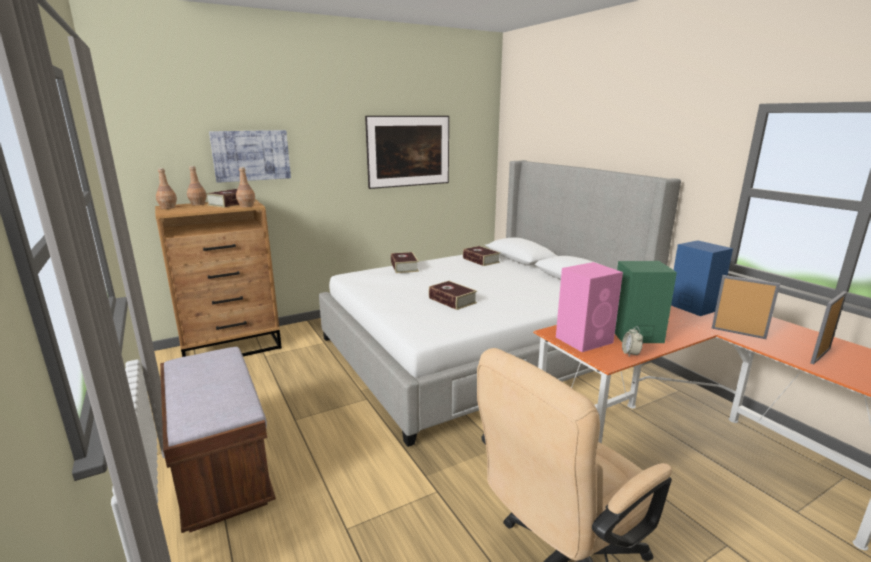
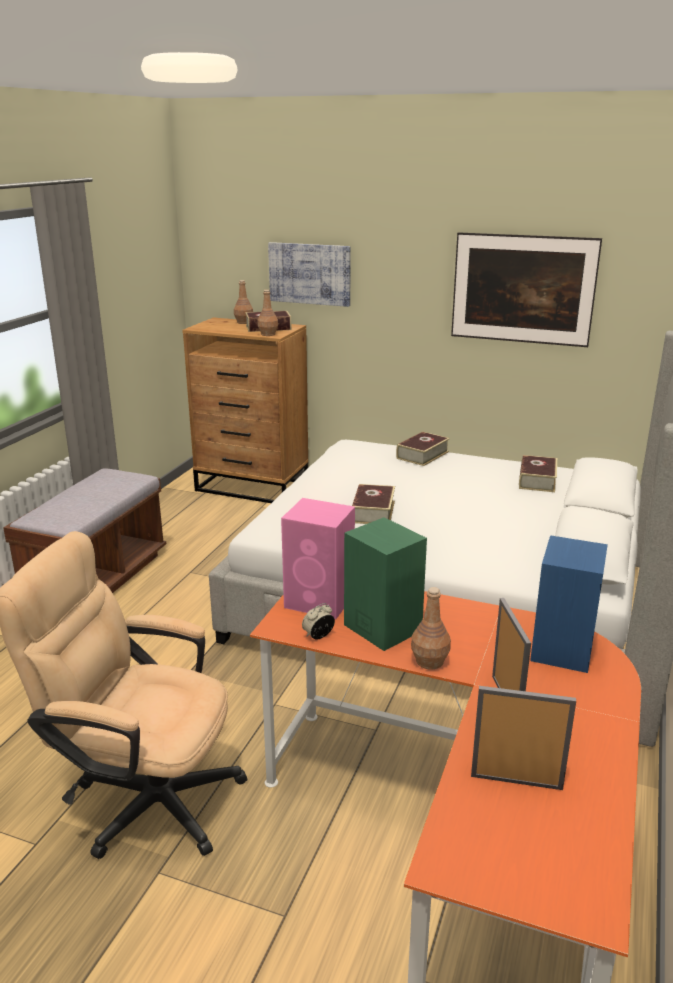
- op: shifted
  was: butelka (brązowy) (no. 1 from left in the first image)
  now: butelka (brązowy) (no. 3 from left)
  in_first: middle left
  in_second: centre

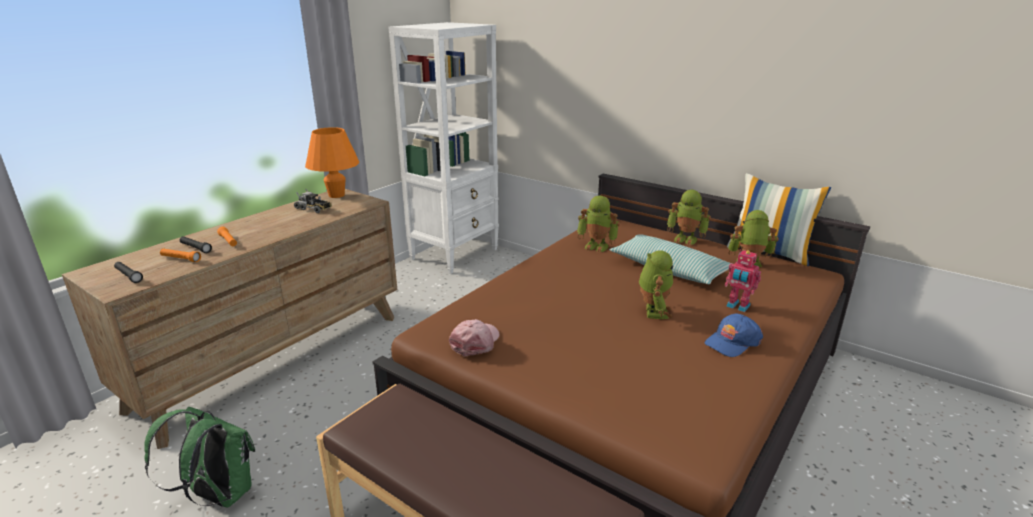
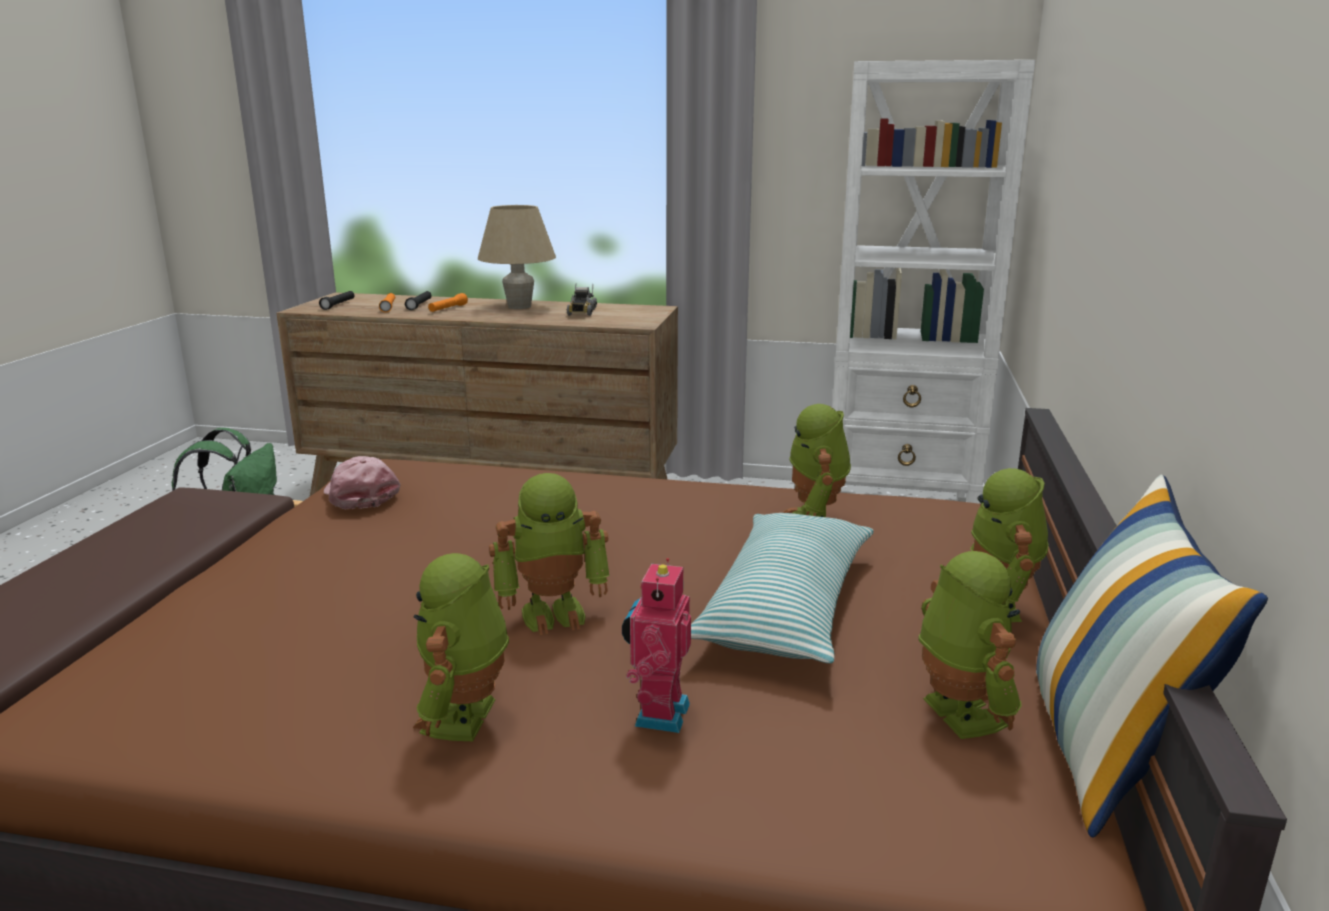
- op: rotated
  was: czapka z daszkiem (różowy)
  in_first: centre
  in_second: middle left
  clockwise: -120
- op: swapped
  was: czapka z daszkiem (niebieski)
  now: robot zabawkowy (no. 1 from left)
  in_first: middle right
  in_second: bottom centre
- op: new
  now: lampa stołowa (beżowy)
  in_second: top centre
- op: gone
  was: lampa stołowa (pomarańczowy)
  in_first: top left

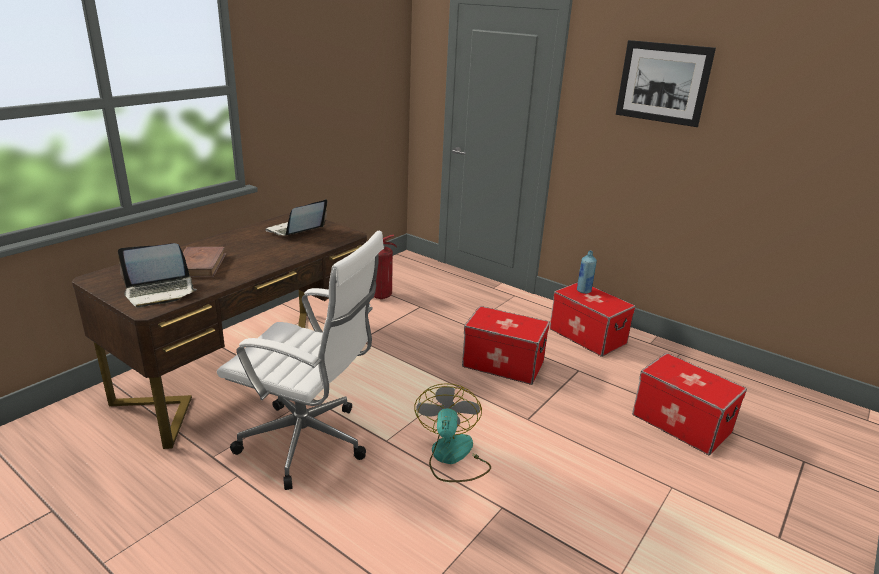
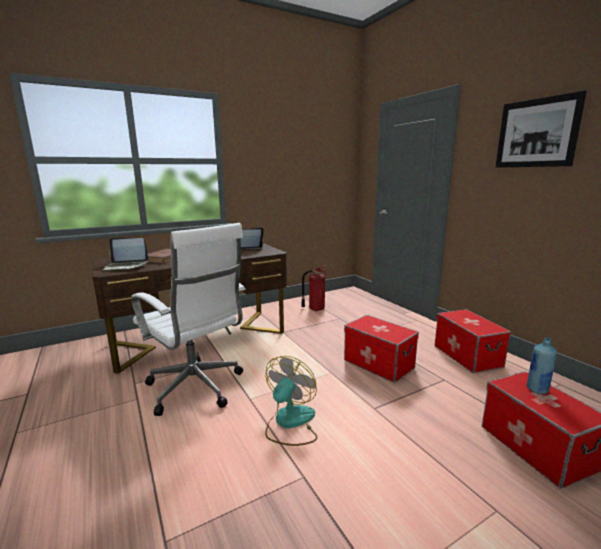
- op: shifted
  was: butelka (niebieski)
  in_first: middle right
  in_second: bottom right

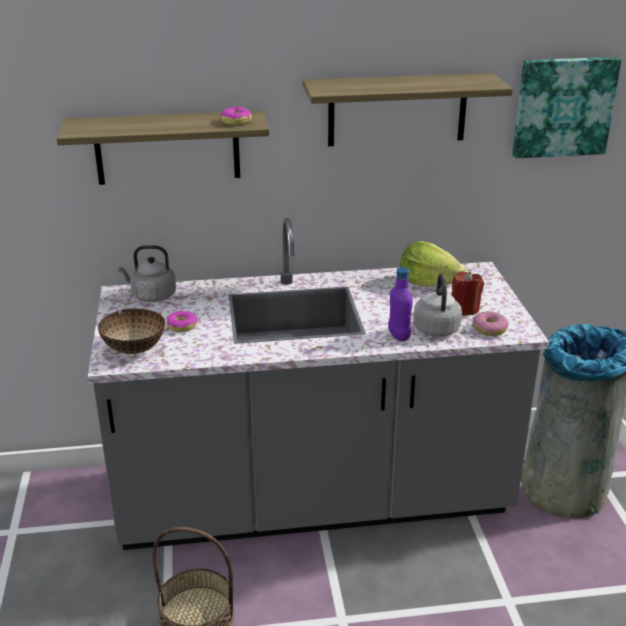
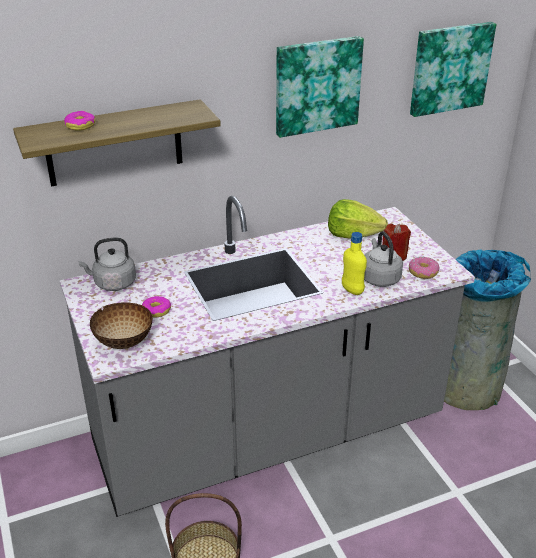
- op: shifted
  was: donut (no. 2 from left in the first image)
  now: donut (no. 1 from left)
  in_first: top centre
  in_second: top left
- op: swapped
  was: półka (no. 2 from left)
  now: obraz (no. 1 from left)
  in_first: top centre
  in_second: top centre
- op: repainted
  was: butelka (fioletowy)
  now: butelka (żółty)
  in_first: centre
  in_second: centre

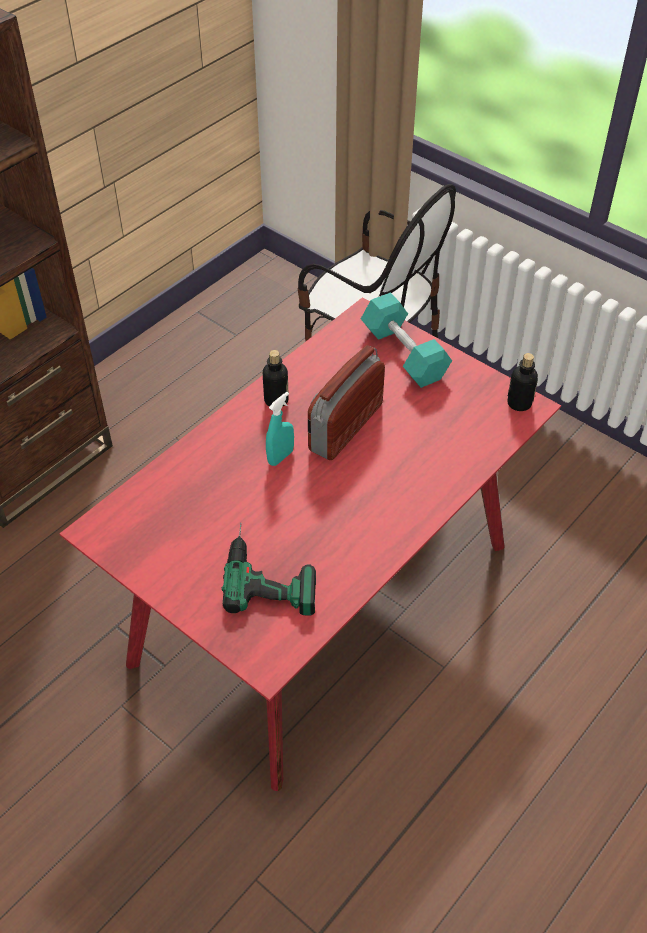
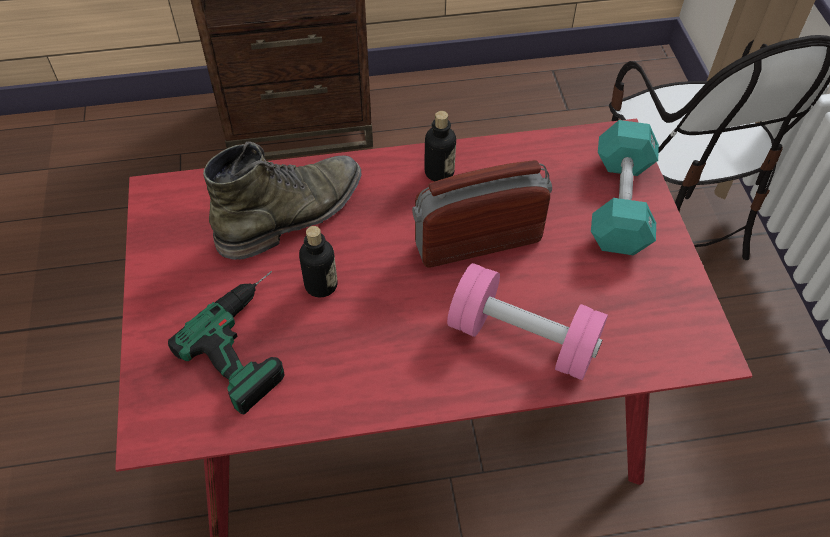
- op: new
  now: but z cholewką (zielony)
  in_second: centre
- op: shifted
  was: butelka (no. 2 from left in the first image)
  now: butelka (no. 1 from left)
  in_first: middle right
  in_second: centre
- op: new
  now: hantel (różowy)
  in_second: centre
- op: gone
  was: spryskiwacz (turkusowy)
  in_first: centre

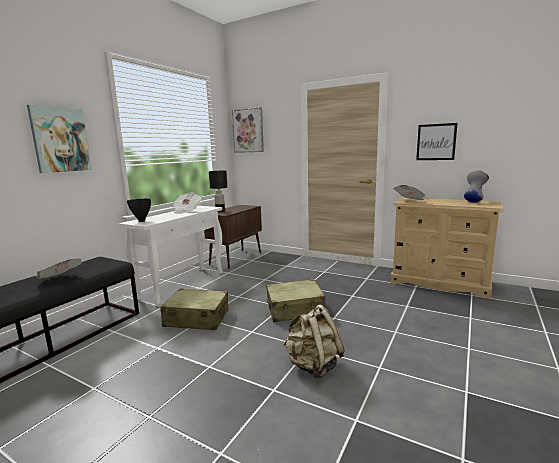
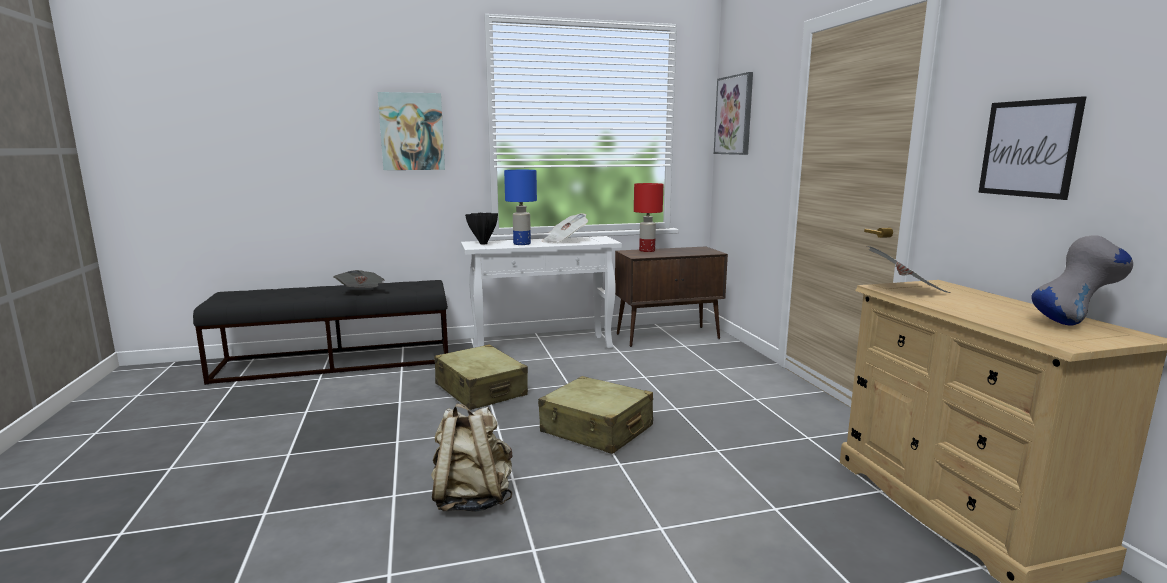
- op: new
  now: lampa stołowa (niebieski)
  in_second: centre
- op: repainted
  was: lampa stołowa (czarny)
  now: lampa stołowa (czerwony)
  in_first: centre
  in_second: centre

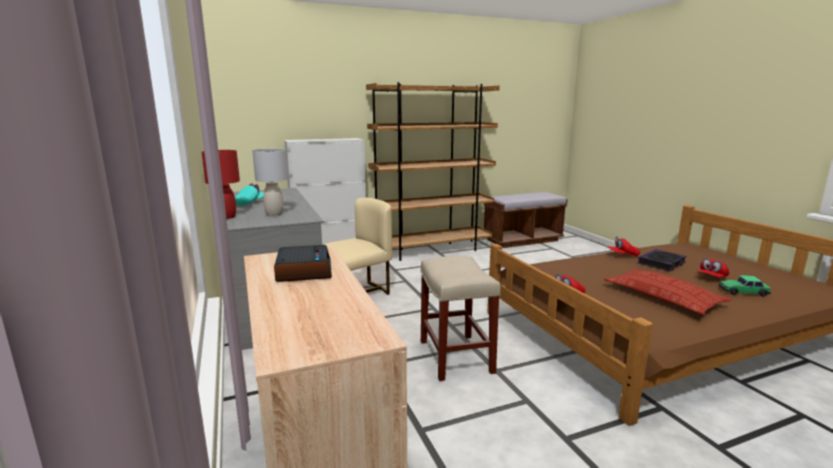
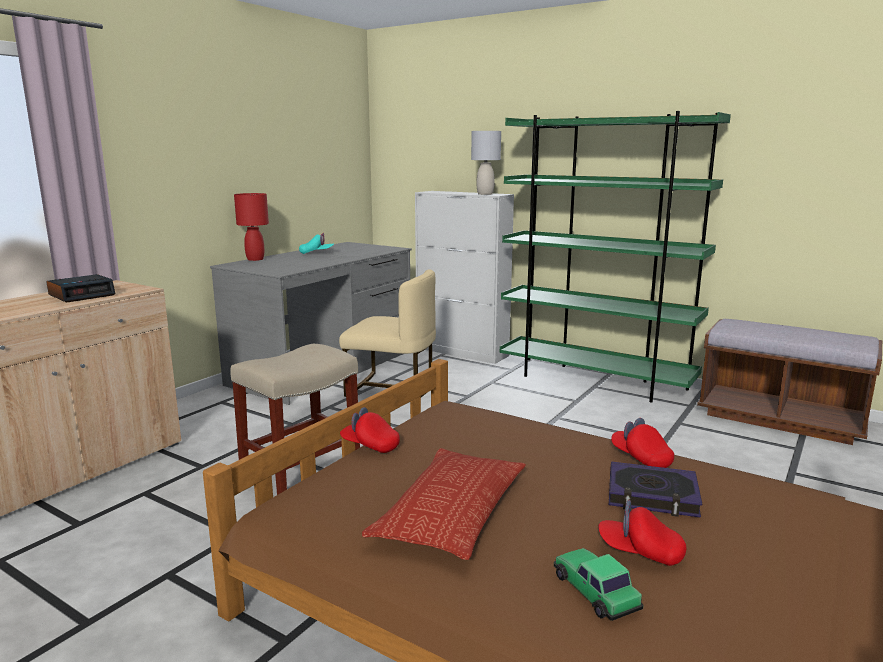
- op: shifted
  was: lampa stołowa (szary)
  in_first: middle left
  in_second: top centre
- op: repainted
  was: regał (brązowy)
  now: regał (zielony)
  in_first: centre
  in_second: middle right

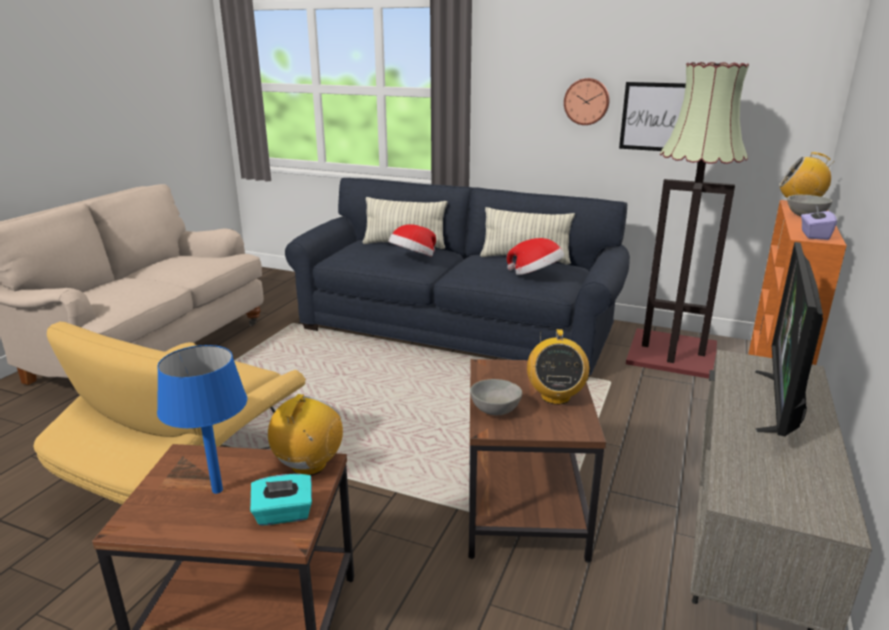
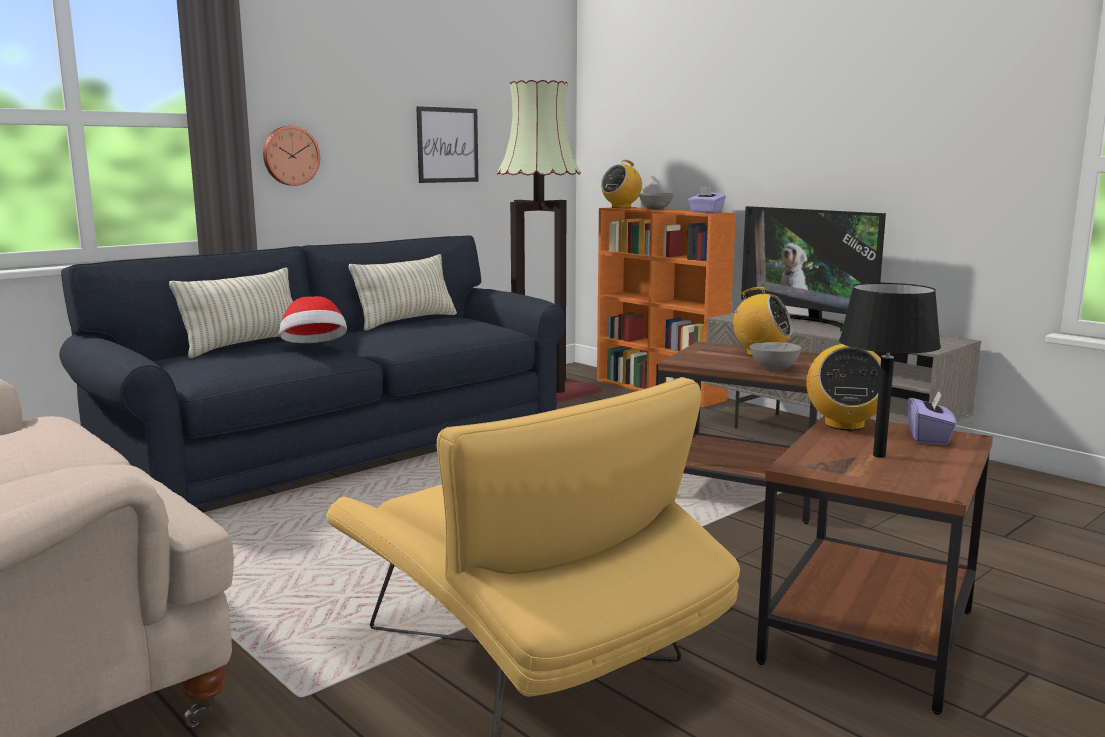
- op: shifted
  was: zegar ścienny
  in_first: top centre
  in_second: top left
- op: rotated
  was: radio (no. 1 from left in the first image)
  in_first: bottom centre
  in_second: middle right
  clockwise: -120
- op: repainted
  was: lampa stołowa (niebieski)
  now: lampa stołowa (czarny)
  in_first: middle left
  in_second: middle right
- op: repainted
  was: pudełko chusteczek (turkusowy)
  now: pudełko chusteczek (fioletowy) (no. 2 from left)
  in_first: bottom left
  in_second: middle right
- op: gone
  was: kapelusz (no. 2 from left)
  in_first: centre

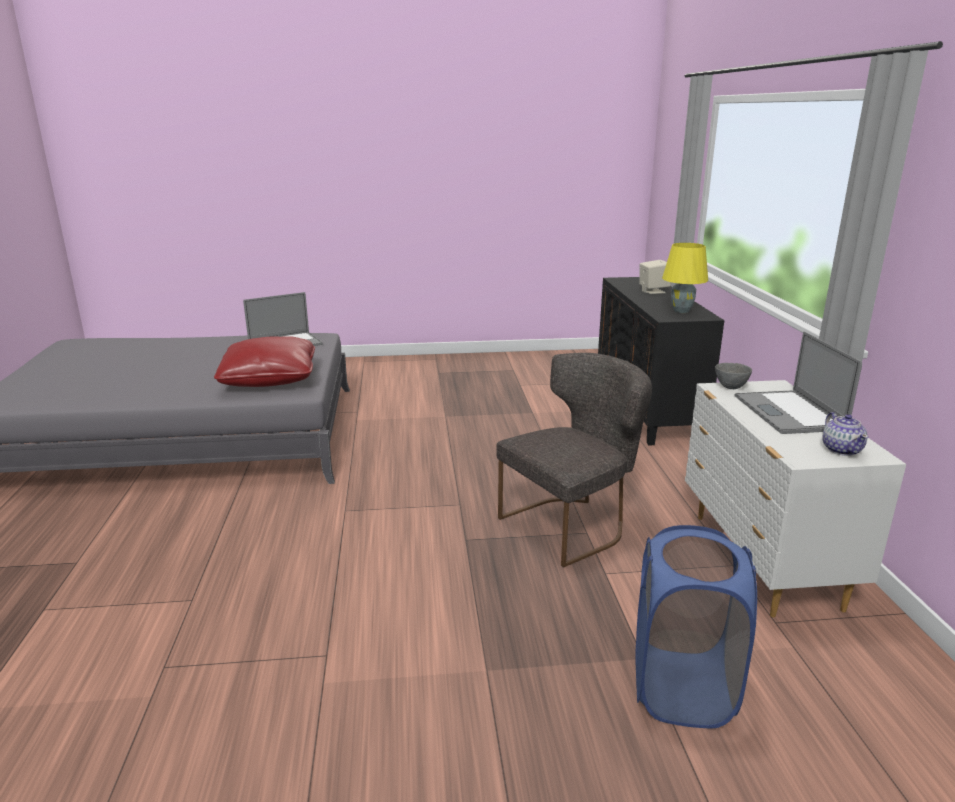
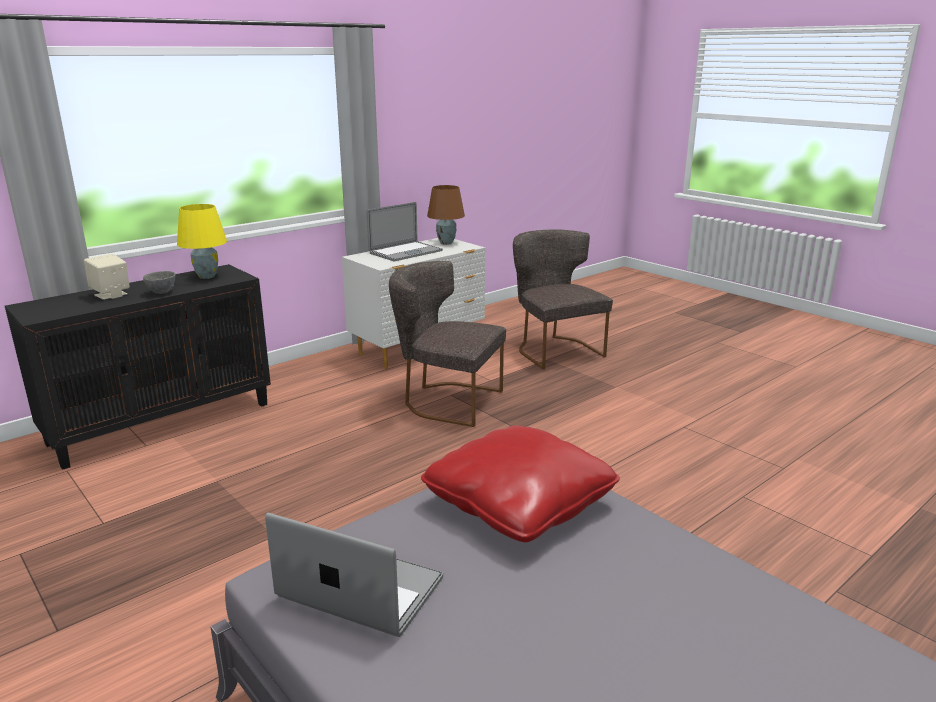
- op: shifted
  was: miska (szary)
  in_first: middle right
  in_second: middle left
- op: swapped
  was: imbryk
  now: lampa stołowa (brązowy)
  in_first: middle right
  in_second: top centre
- op: swapped
  was: kosz na pranie (niebieski)
  now: krzesło (szary) (no. 2 from left)
  in_first: bottom right
  in_second: centre

